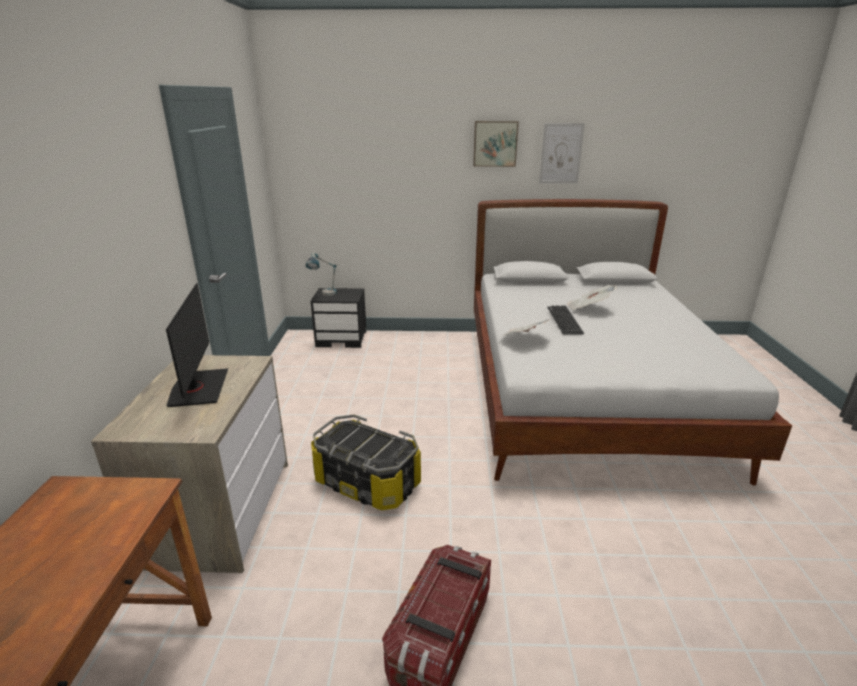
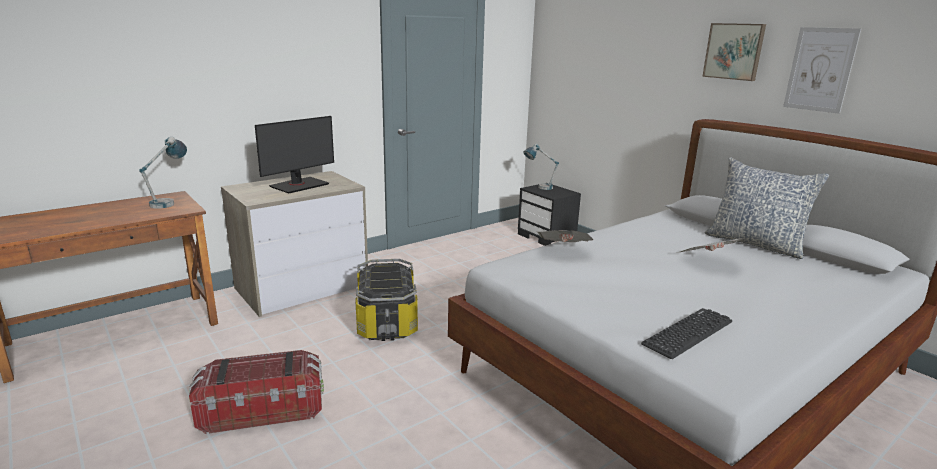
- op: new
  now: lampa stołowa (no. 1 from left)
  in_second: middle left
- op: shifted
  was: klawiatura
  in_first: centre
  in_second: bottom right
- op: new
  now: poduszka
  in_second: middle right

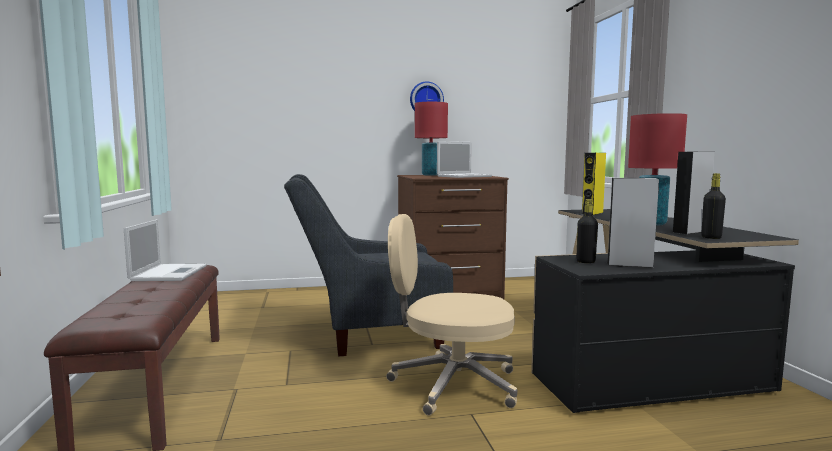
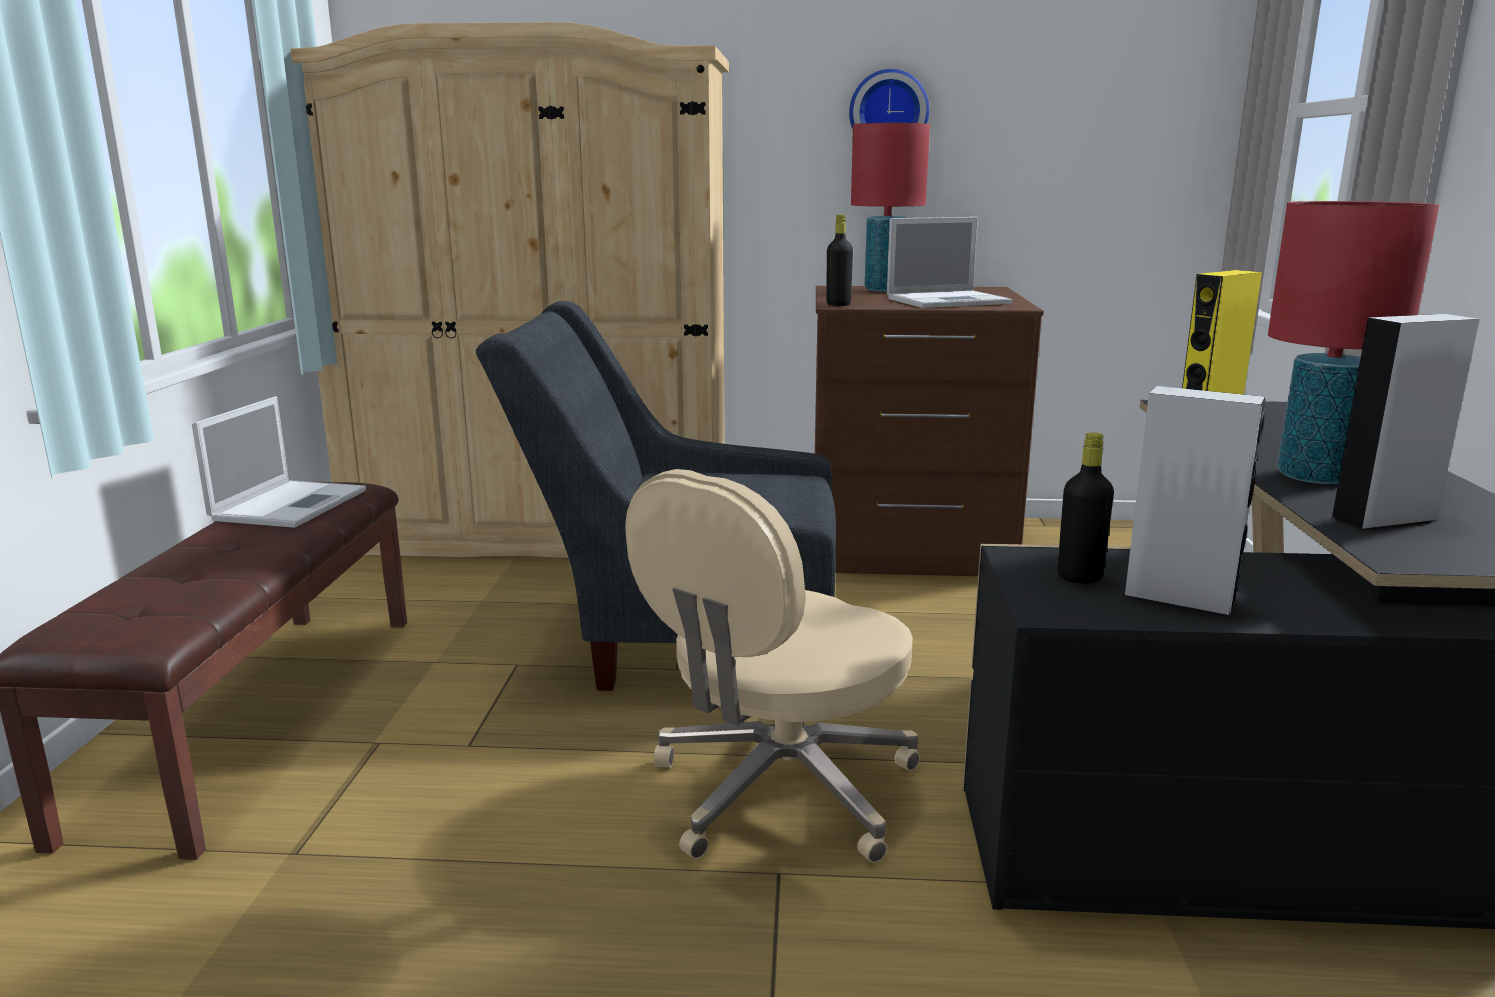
- op: new
  now: szafa (beżowy)
  in_second: top centre
- op: rotated
  was: krzesło biurowe (beżowy)
  in_first: bottom centre
  in_second: bottom centre
  clockwise: -75
- op: shifted
  was: butelka (czarny) (no. 2 from left in the first image)
  now: butelka (czarny) (no. 1 from left)
  in_first: middle right
  in_second: top centre

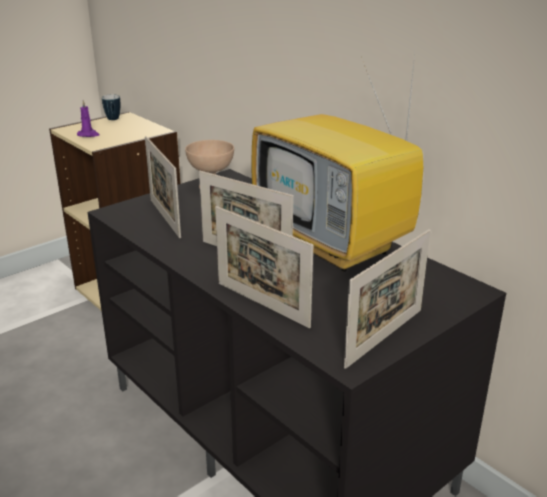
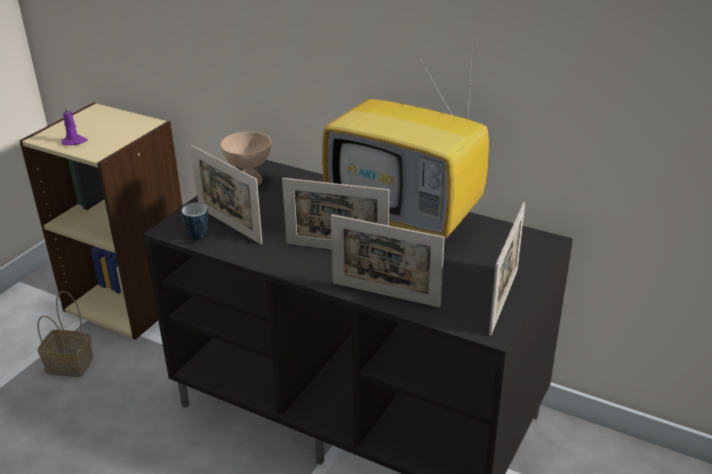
- op: new
  now: koszyk
  in_second: bottom left
- op: shifted
  was: kubek
  in_first: top left
  in_second: middle left

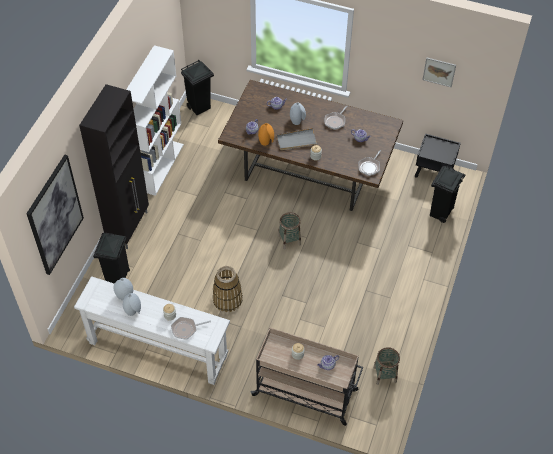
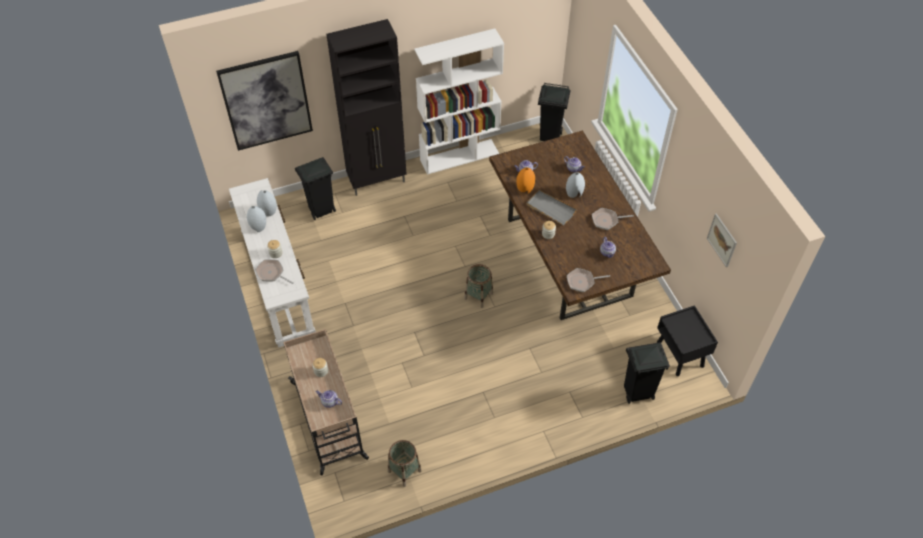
- op: gone
  was: koszyk (no. 1 from left)
  in_first: centre

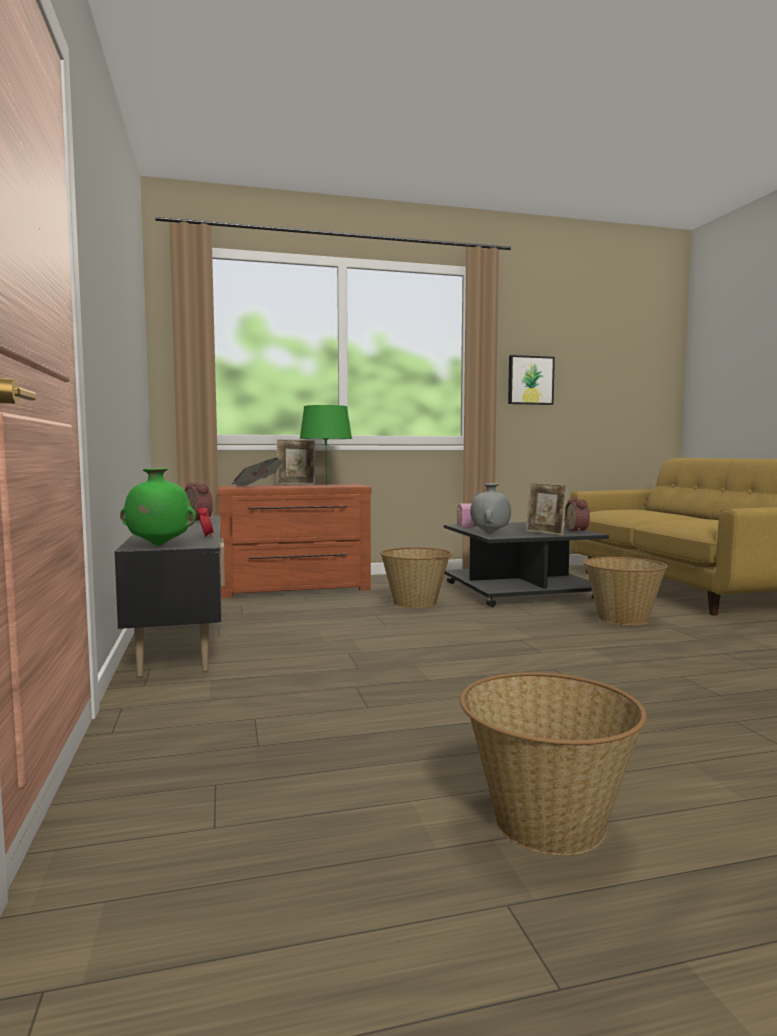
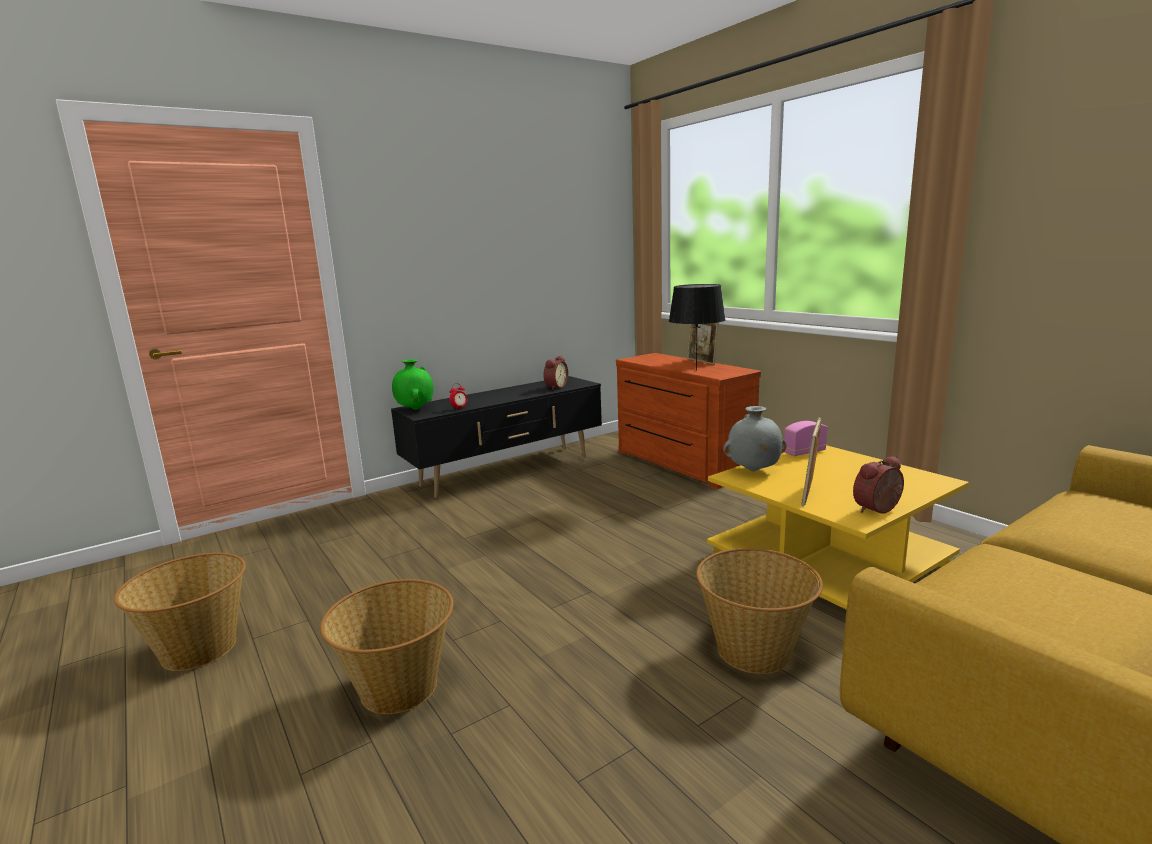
- op: shifted
  was: koszyk (no. 1 from left in the first image)
  now: koszyk (no. 2 from left)
  in_first: centre
  in_second: bottom centre
- op: repainted
  was: lampa stołowa (zielony)
  now: lampa stołowa (czarny)
  in_first: centre
  in_second: centre
- op: repainted
  was: ława (czarny)
  now: ława (żółty)
  in_first: middle right
  in_second: middle right
- op: gone
  was: gazeta
  in_first: middle left
- op: gone
  was: obraz
  in_first: middle right

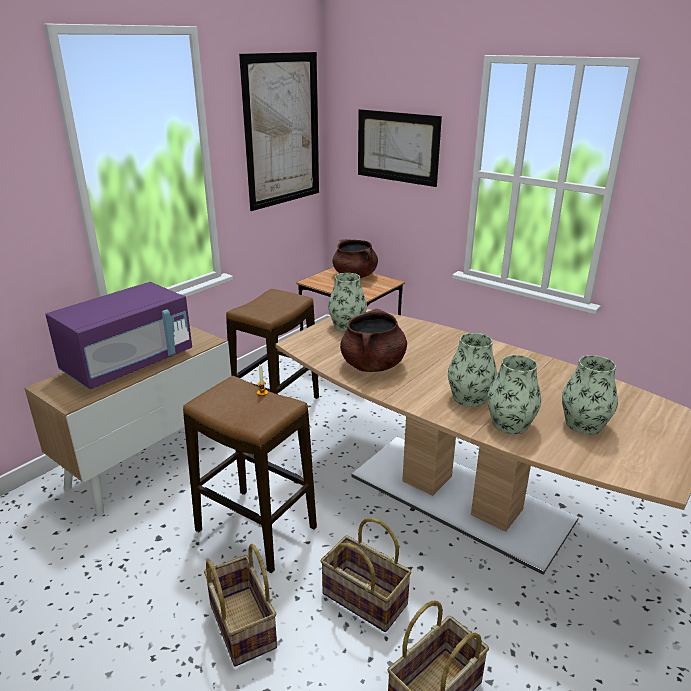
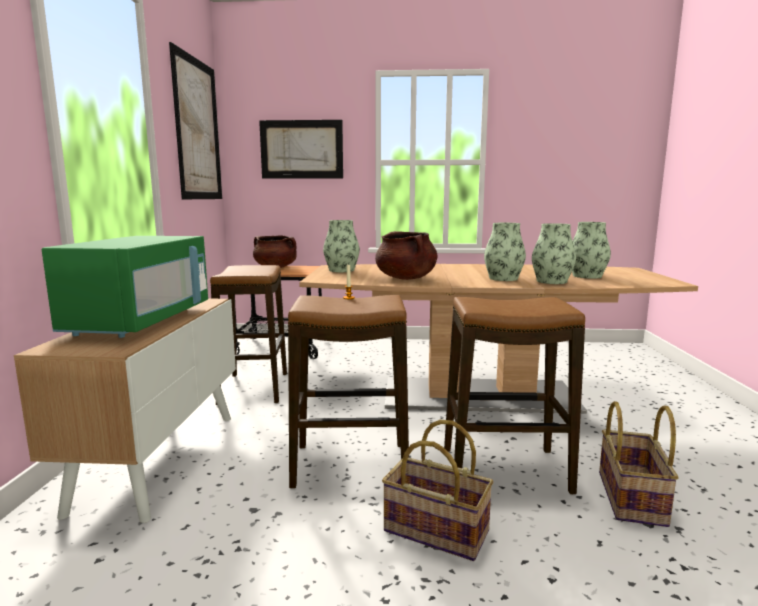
- op: repainted
  was: mikrofalówka (fioletowy)
  now: mikrofalówka (zielony)
  in_first: middle left
  in_second: middle left
- op: swapped
  was: koszyk (no. 2 from left)
  now: stołek (no. 3 from left)
  in_first: bottom centre
  in_second: middle right

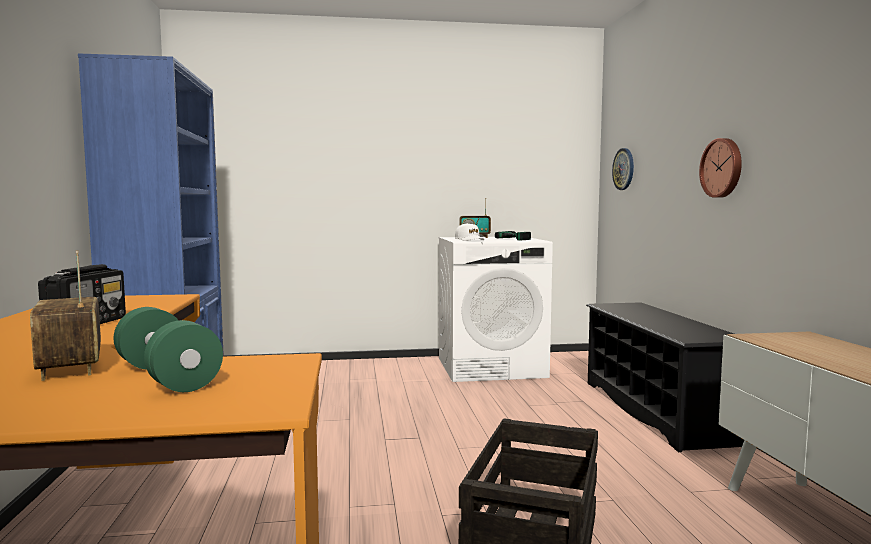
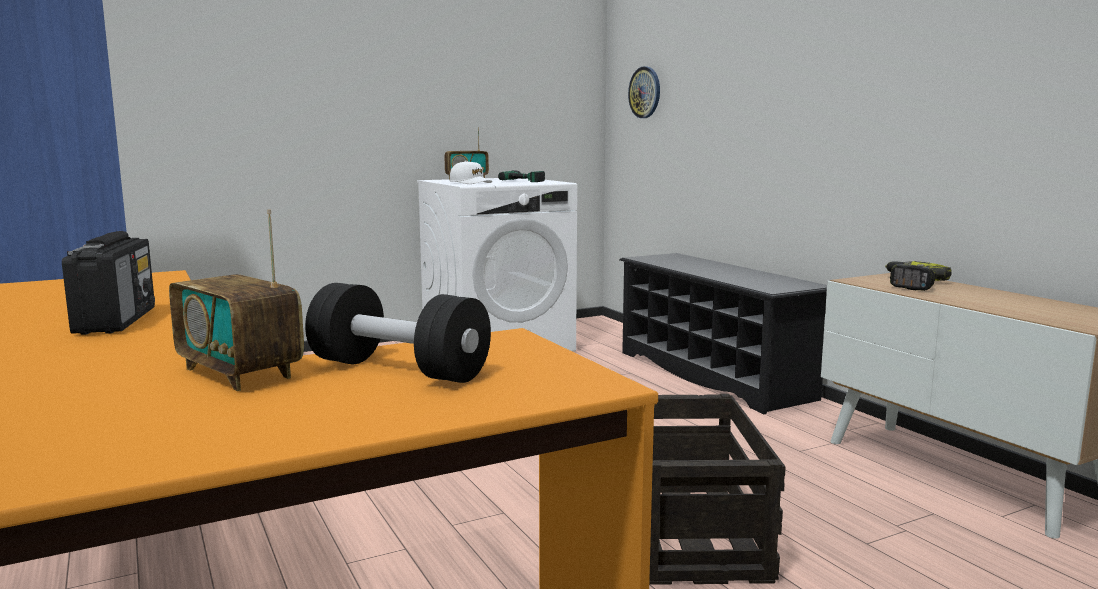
- op: repainted
  was: hantel (zielony)
  now: hantel (czarny)
  in_first: middle left
  in_second: centre
- op: new
  now: wiertarka (no. 2 from left)
  in_second: middle right
- op: gone
  was: zegar ścienny (no. 2 from left)
  in_first: top right

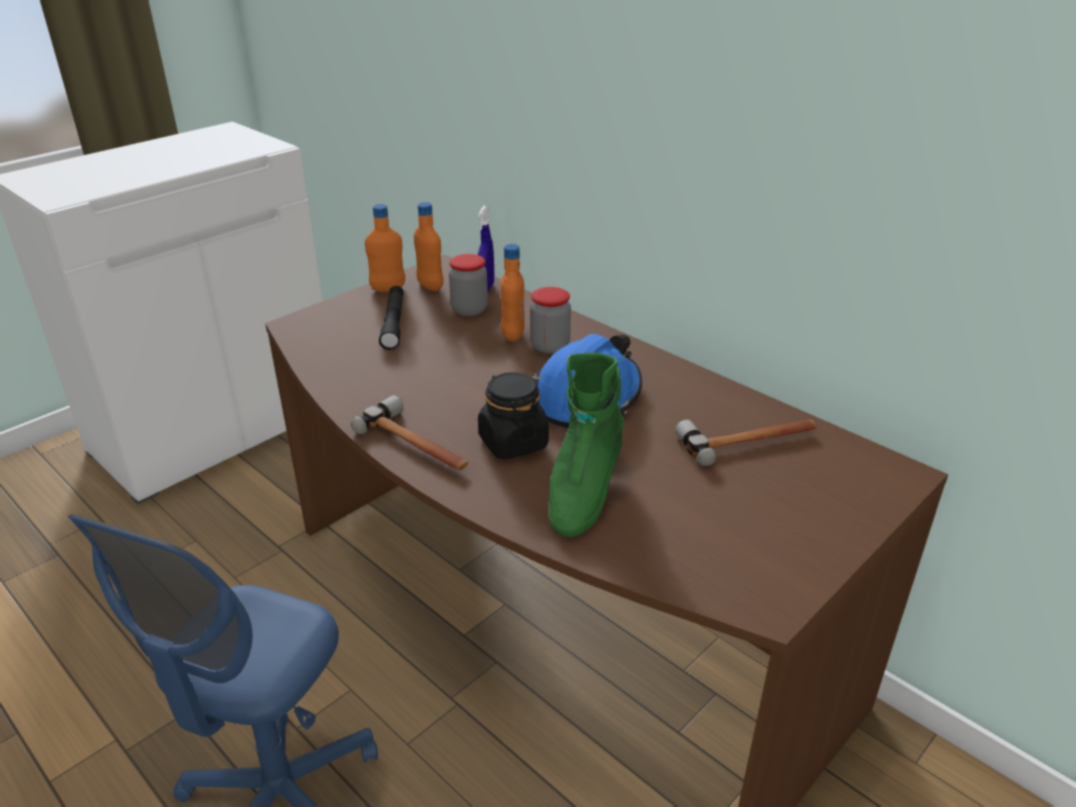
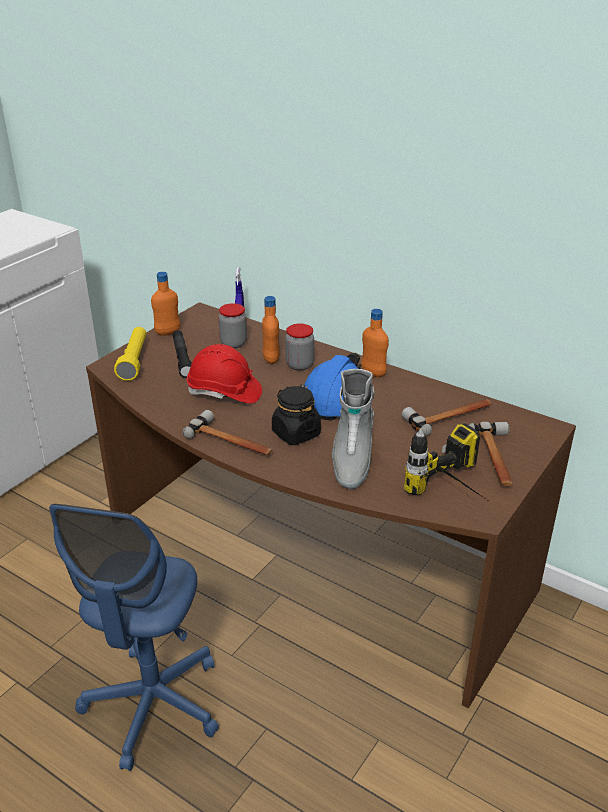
- op: new
  now: latarka (żółty)
  in_second: middle left
- op: new
  now: kask (czerwony)
  in_second: centre
- op: repainted
  was: but z cholewką (zielony)
  now: but z cholewką (szary)
  in_first: centre
  in_second: centre
- op: shifted
  was: butelka (pomarańczowy) (no. 2 from left in the first image)
  now: butelka (pomarańczowy) (no. 3 from left)
  in_first: top centre
  in_second: centre
- op: new
  now: wiertarka
  in_second: middle right
- op: new
  now: młotek (no. 3 from left)
  in_second: middle right

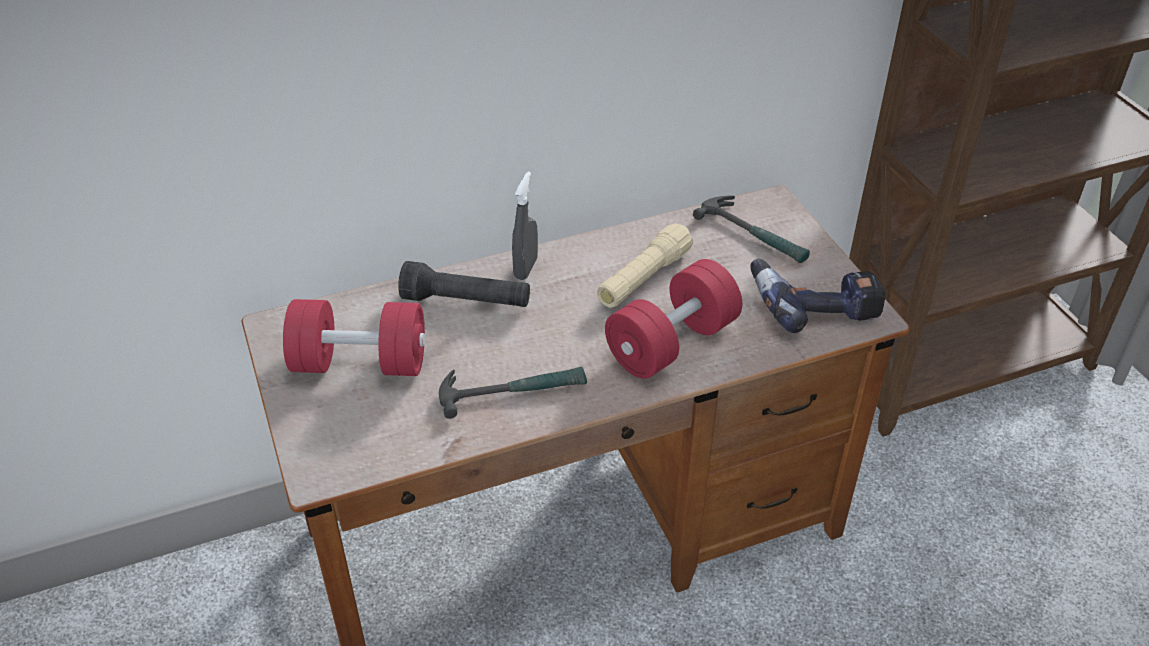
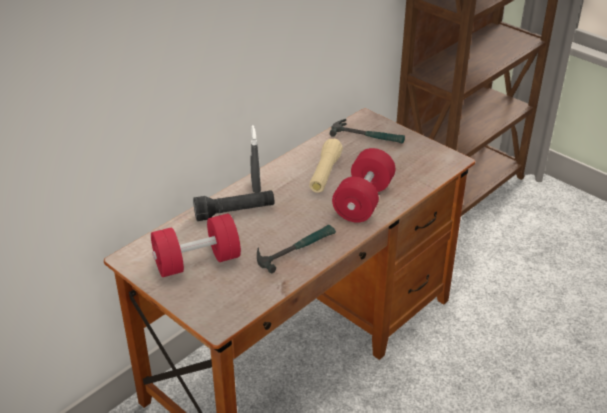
- op: gone
  was: wiertarka
  in_first: middle right

